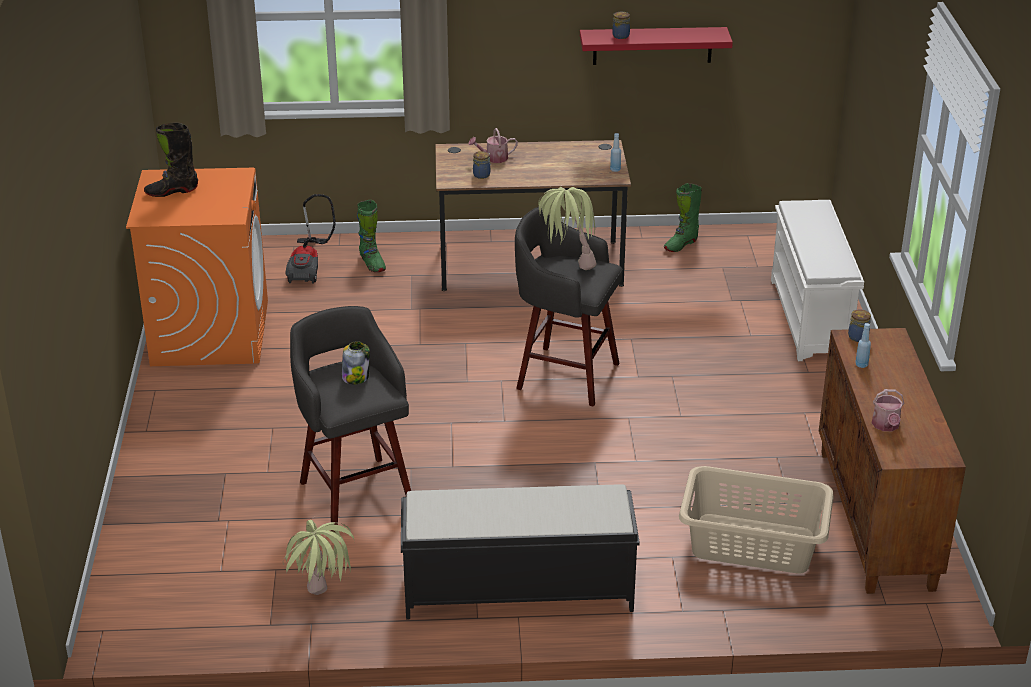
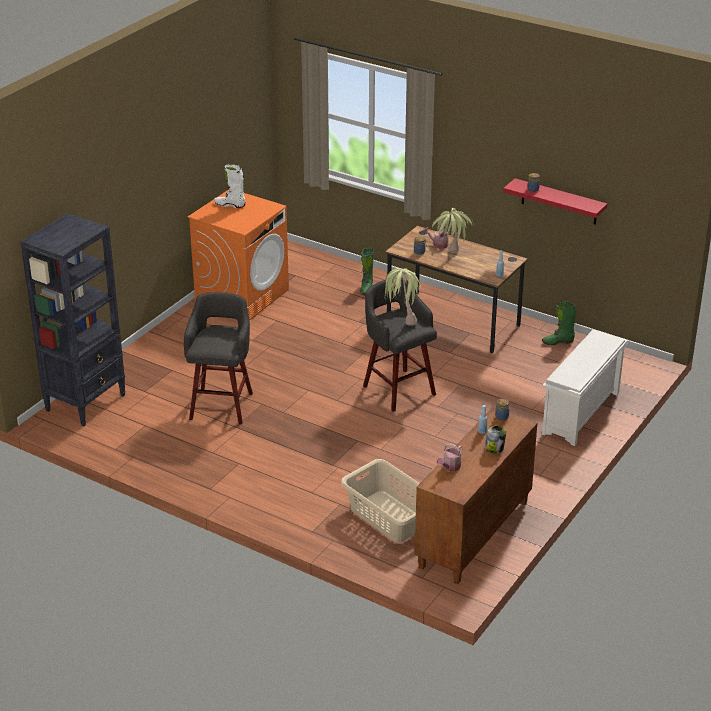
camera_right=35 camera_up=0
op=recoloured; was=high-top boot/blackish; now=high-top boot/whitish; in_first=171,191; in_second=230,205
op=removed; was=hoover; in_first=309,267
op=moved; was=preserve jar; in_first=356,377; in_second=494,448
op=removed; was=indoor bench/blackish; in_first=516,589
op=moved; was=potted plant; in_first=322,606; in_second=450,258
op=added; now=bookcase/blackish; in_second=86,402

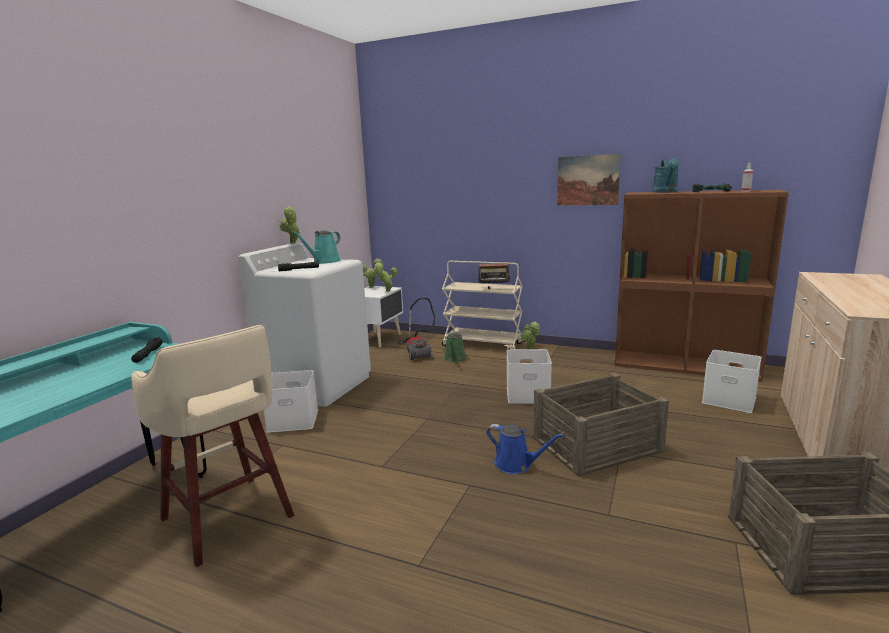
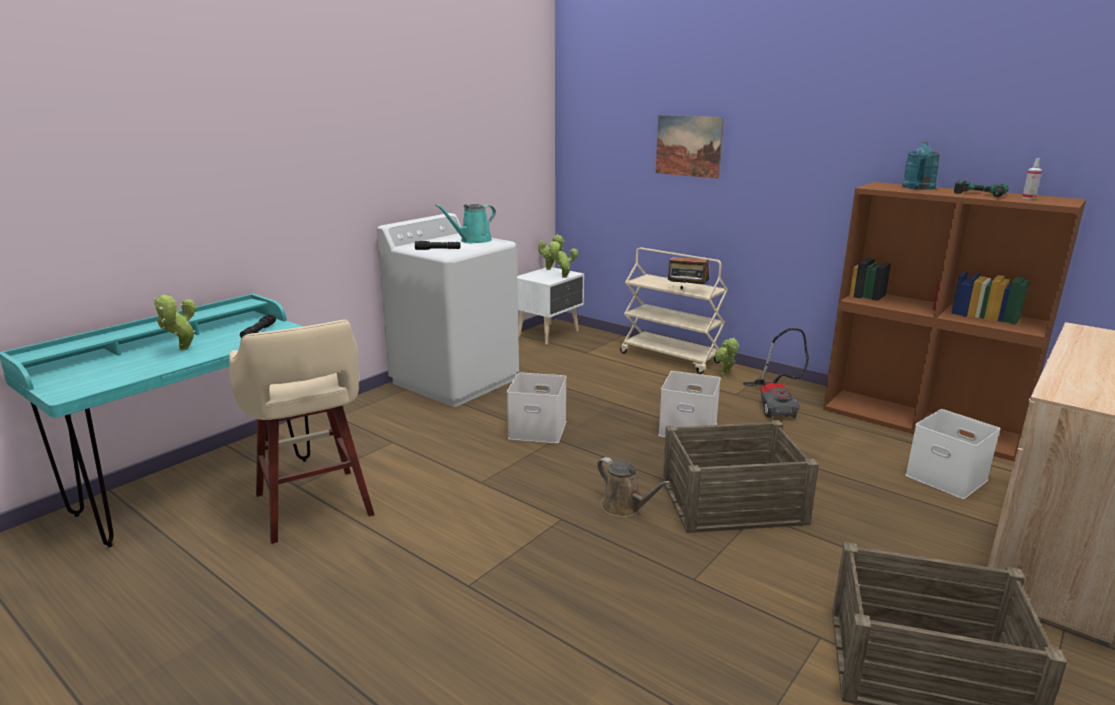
camera_right=15 camera_up=5
op=moved; was=picture; in_first=588,180; in_second=688,146
op=moved; was=potted plant; in_first=292,243; in_second=182,350
op=moved; was=hoover; in_first=418,352; in_second=775,404
op=removed; was=watering can/green-coloured; in_first=455,359
op=moved; was=storage bin/whitish; in_first=294,420; in_second=539,429
op=recoloured; was=watering can/blue-coloured; now=watering can/brown; in_first=516,465; in_second=624,507

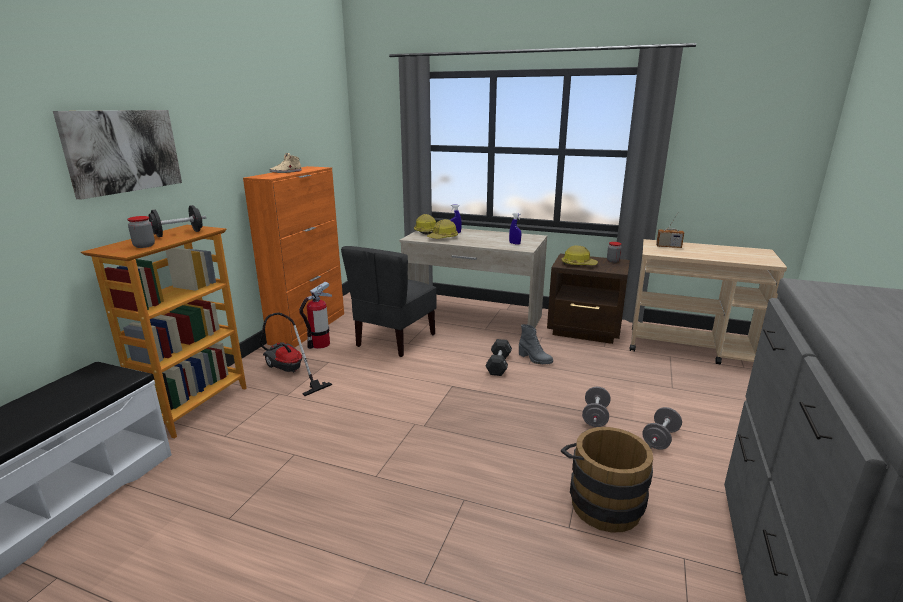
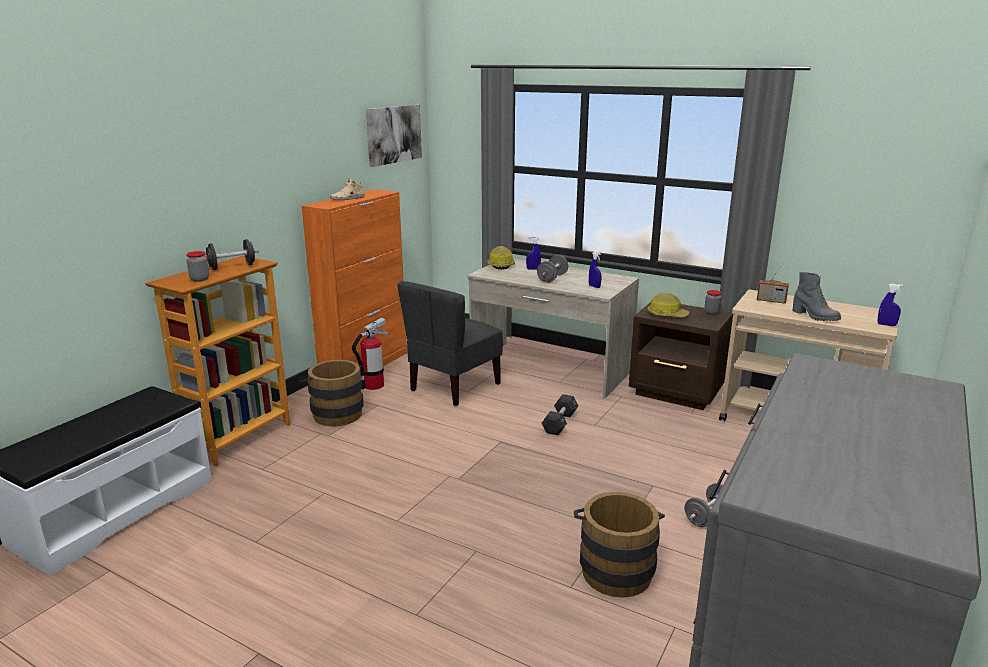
camera_right=10 camera_up=0
op=moved; was=picture; in_first=123,151; in_second=393,134
op=removed; was=safety helmet; in_first=443,238
op=replaced; was=hoover; now=pail/brown; in_first=289,372; in_second=335,413
op=moved; was=high-top boot/greyish; in_first=534,359; in_second=814,316
op=moved; was=free weight/greyish; in_first=595,417; in_second=552,278
op=added; now=hand sprayer/blue-coloured; in_second=886,325

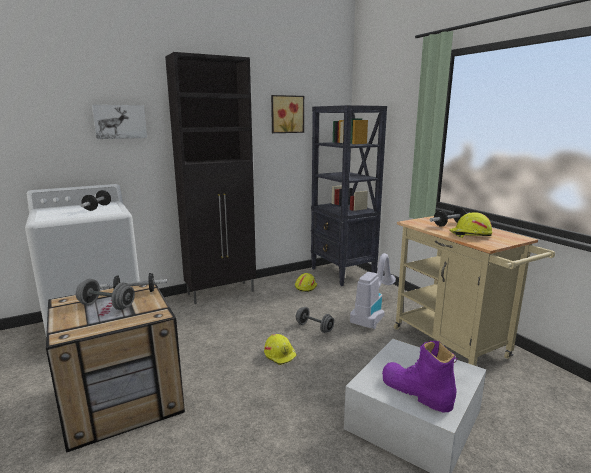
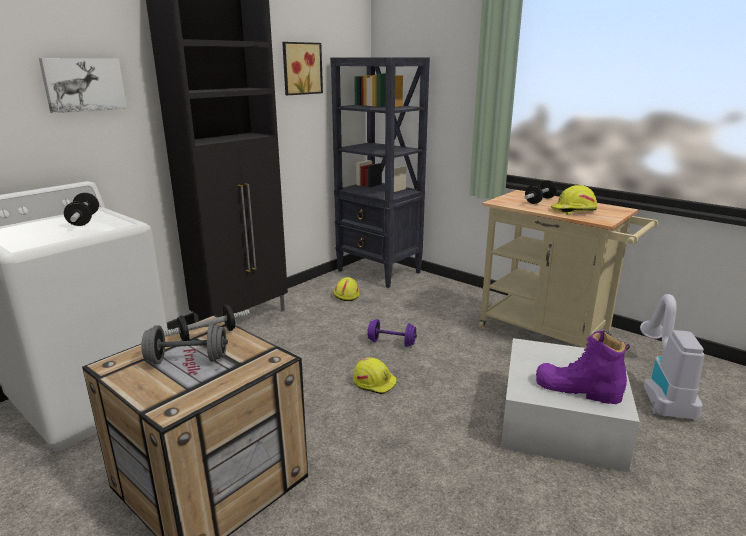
camera_right=-20 camera_up=5
op=moved; was=hoover; in_first=372,314; in_second=661,390
op=recoloured; was=free weight/greyish; now=free weight/purple-coloured; in_first=314,327; in_second=391,343

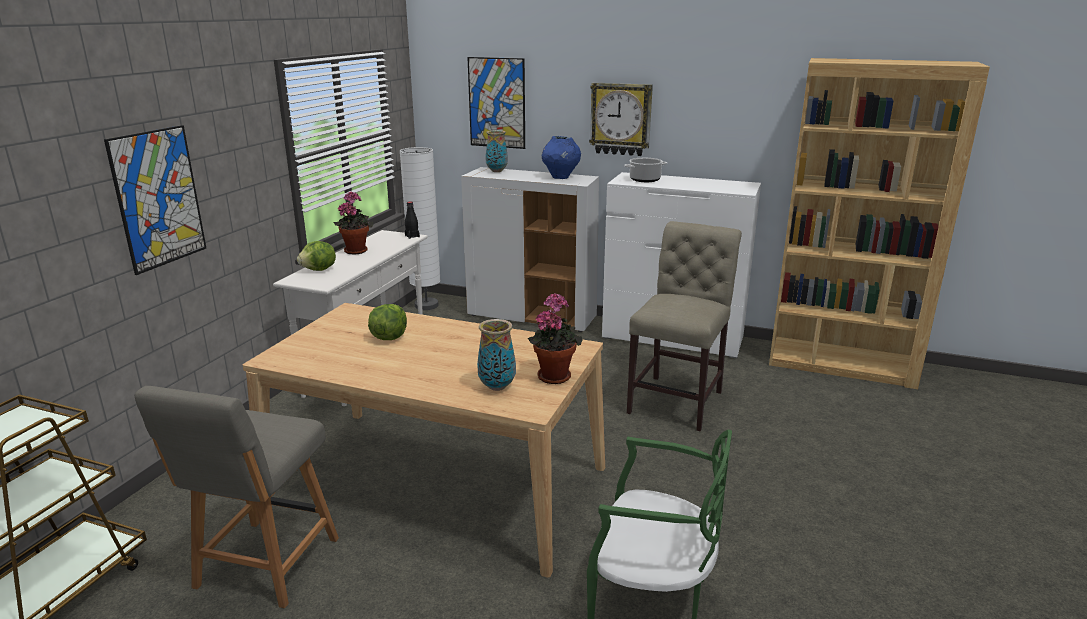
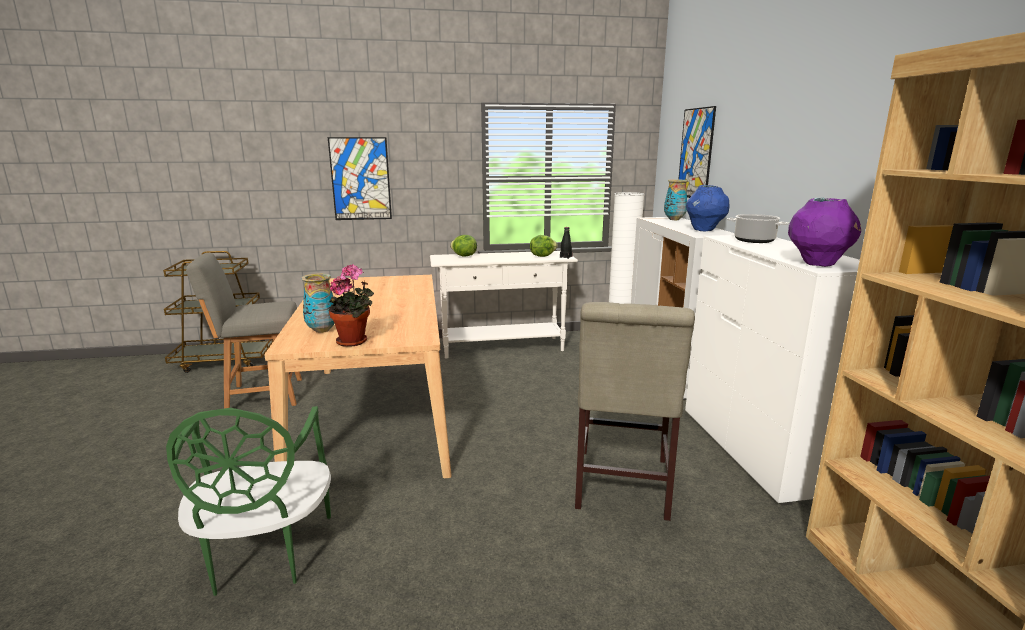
camera_right=60 camera_up=-5
op=removed; was=wall clock; in_first=621,119
op=removed; was=potted plant; in_first=356,250
op=turned; was=chair/beige; in_first=678,399; in_second=621,487; clockwise=105
op=moved; was=lettuce head; in_first=389,337; in_second=542,256
op=added; now=flower vase/purple-coloured; in_second=817,264

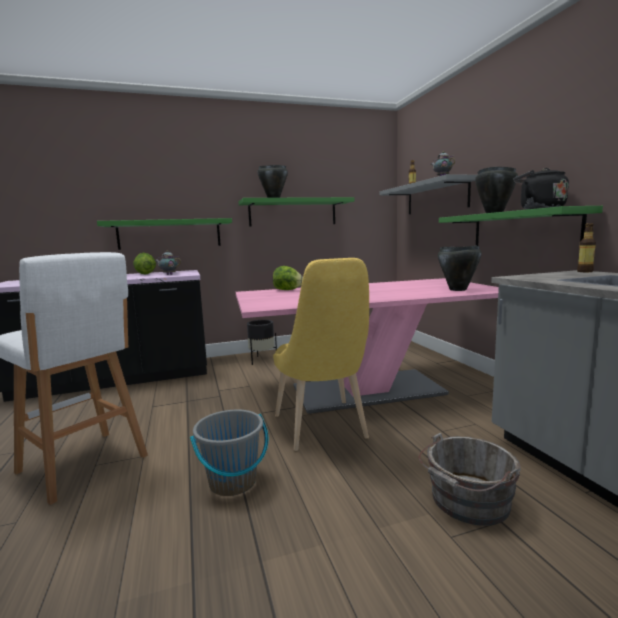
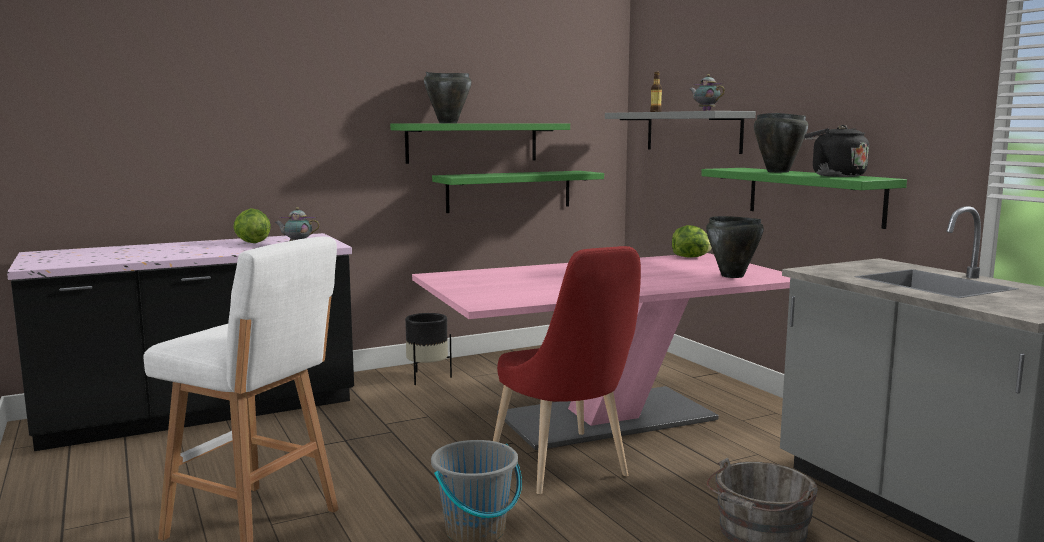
camera_right=-10 camera_up=0
op=moved; was=bracket shelf/green-coloured; in_first=170,234; in_second=509,191
op=removed; was=beverage bottle; in_first=585,271
op=recoloured; was=chair/yellow; now=chair/red-coloured; in_first=322,430; in_second=564,469
op=moved; was=lettuce head; in_first=287,290; in_second=691,257

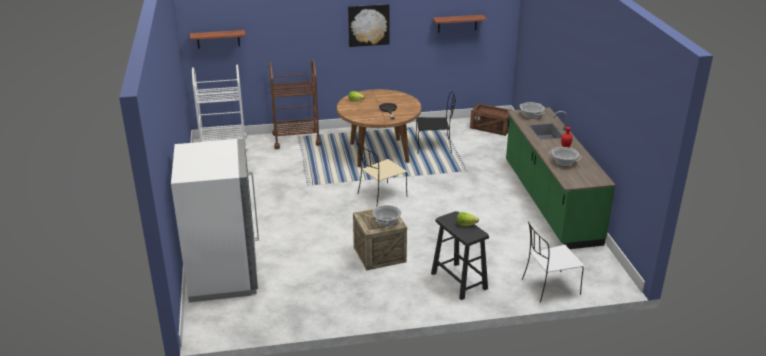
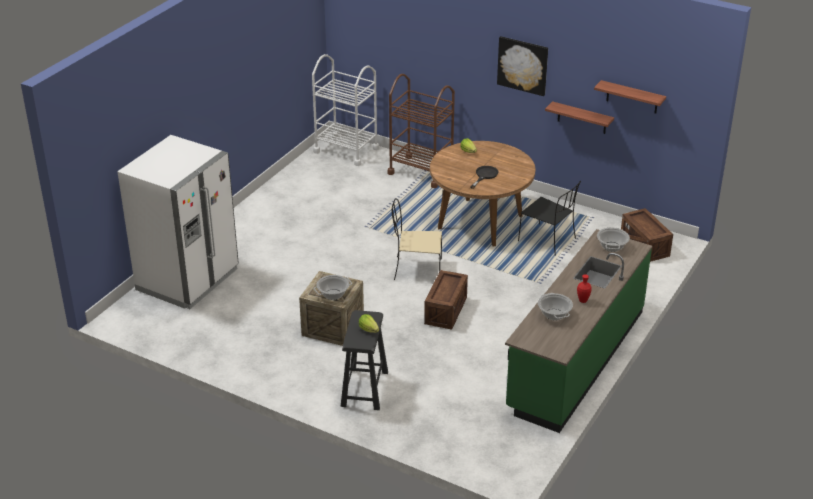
camera_right=40 camera_up=5
op=moved; was=bracket shelf; in_first=218,39; in_second=582,118
op=removed; was=chair/whitish; in_first=549,287
op=added; now=packing crate; in_second=446,311

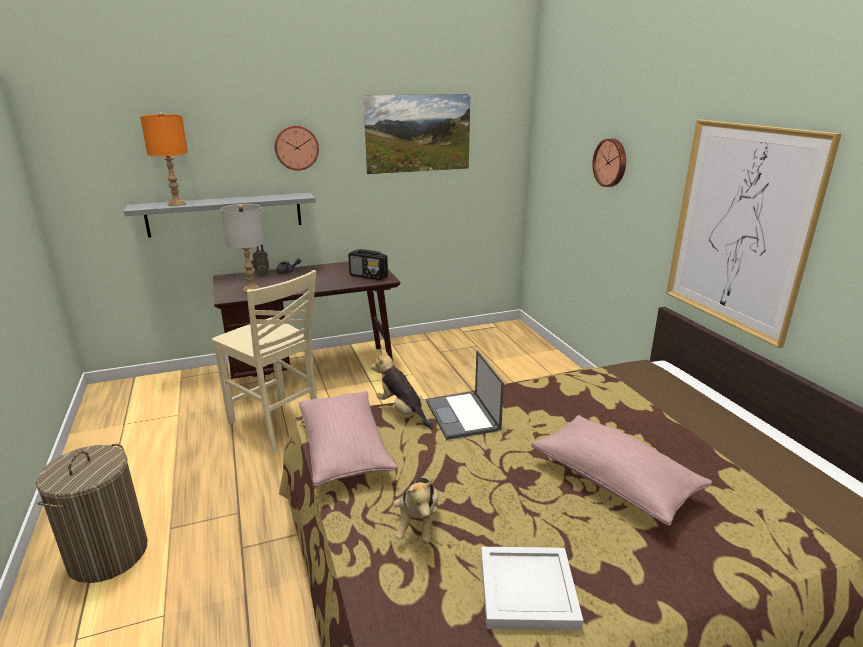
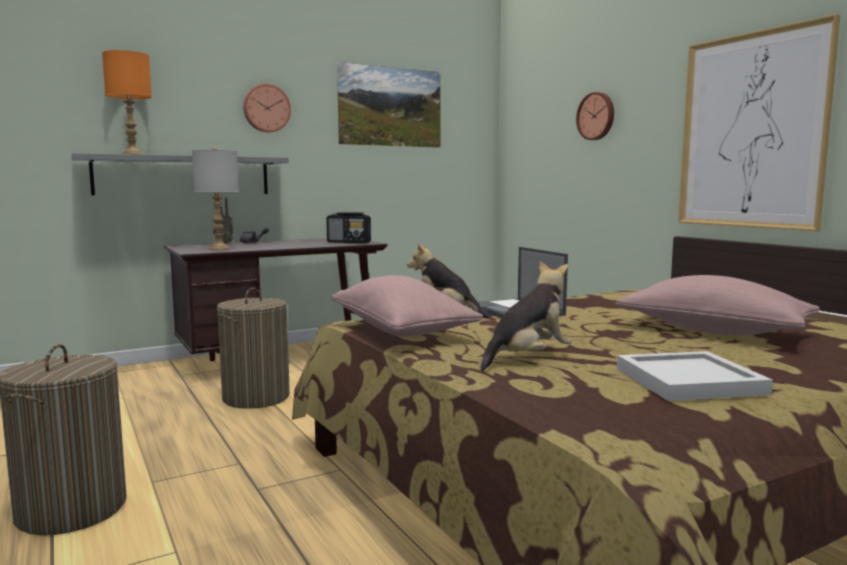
camera_right=-10 camera_up=-15
op=replaced; was=chair/beige; now=washing basket; in_first=277,424; in_second=256,397
op=turned; was=cuddly toy; in_first=418,523; in_second=527,358; clockwise=-120

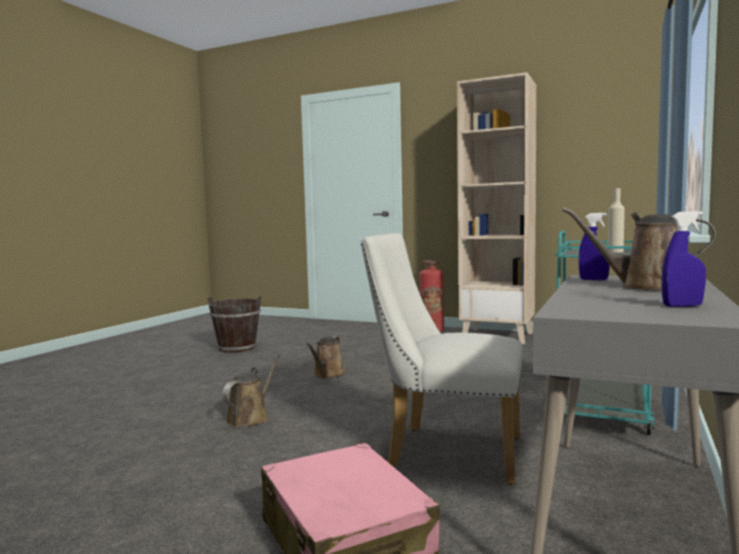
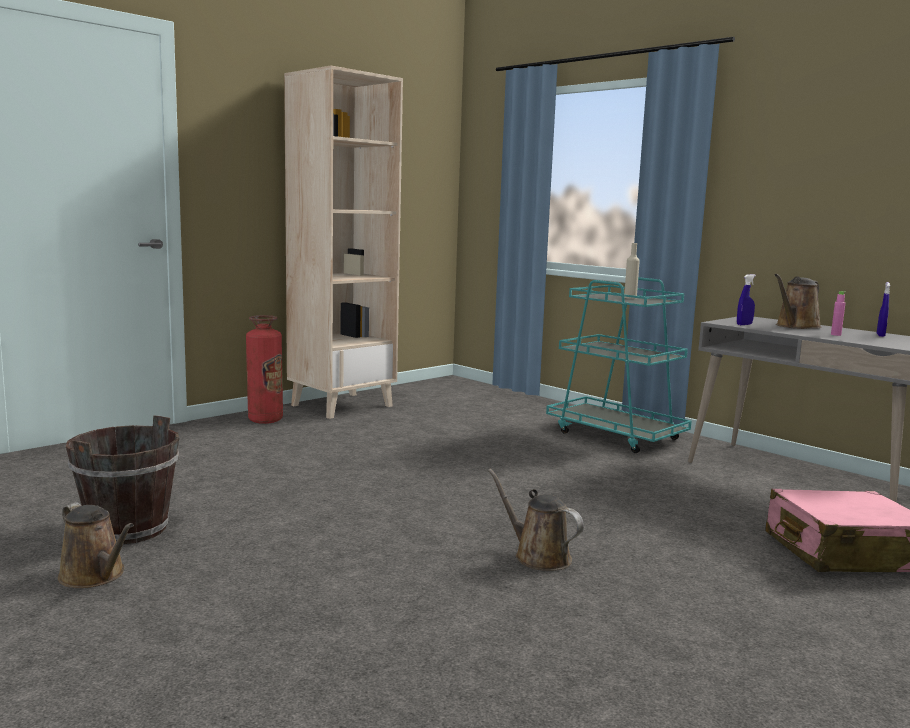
camera_right=-70 camera_up=5
op=removed; was=chair/whitish; in_first=445,451
op=moved; was=watering can/brown; in_first=327,375; in_second=95,576
op=added; now=beverage bottle/pink-coloured; in_second=836,335

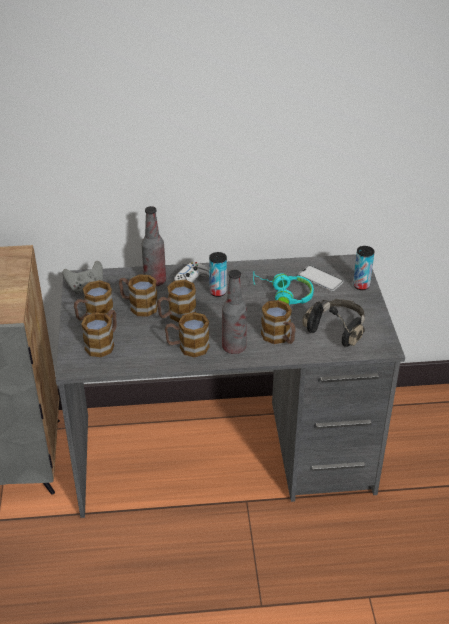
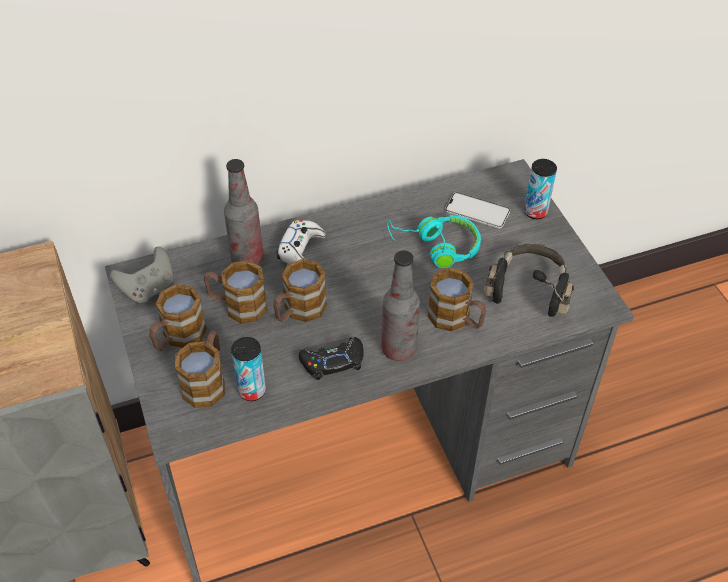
camera_right=-15 camera_up=10
op=moved; was=can; in_first=218,292; in_second=252,391
op=replaced; was=coffee mug; now=joypad/blackish; in_first=187,347; in_second=333,362

